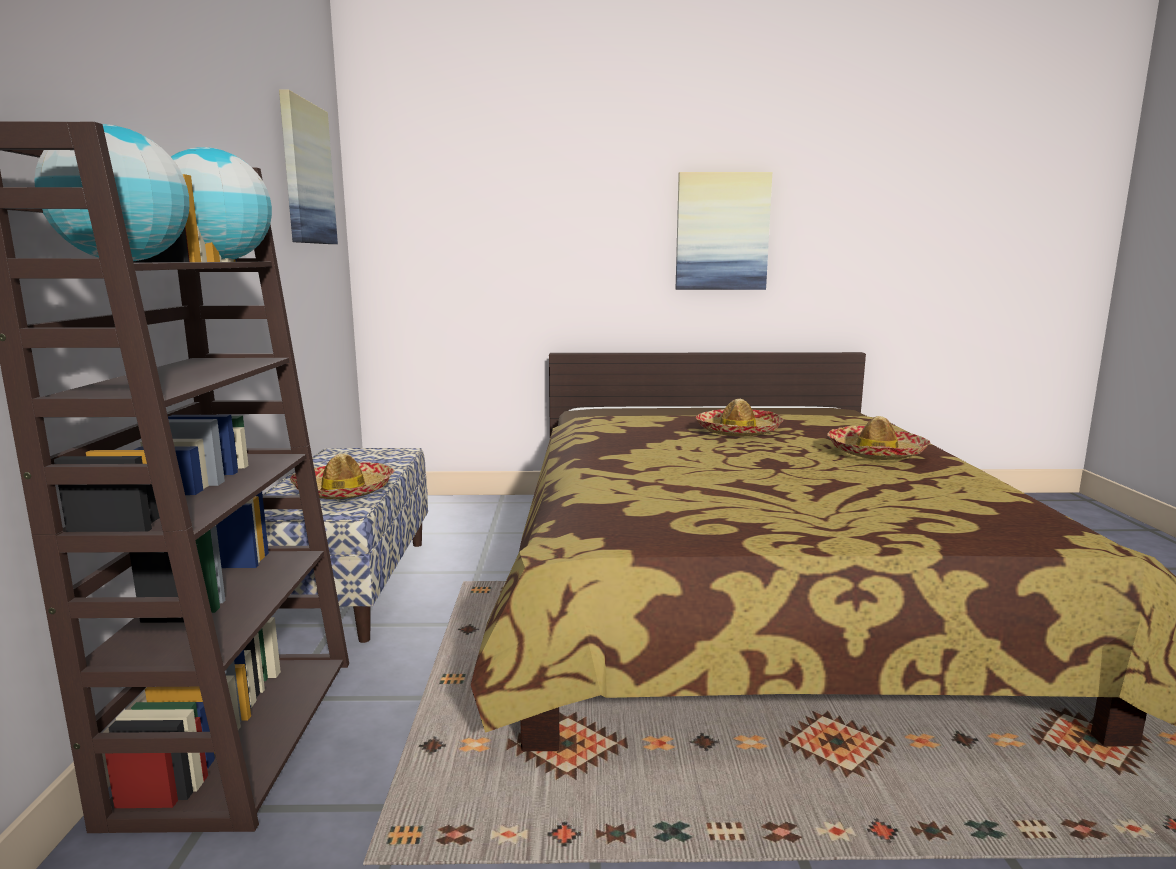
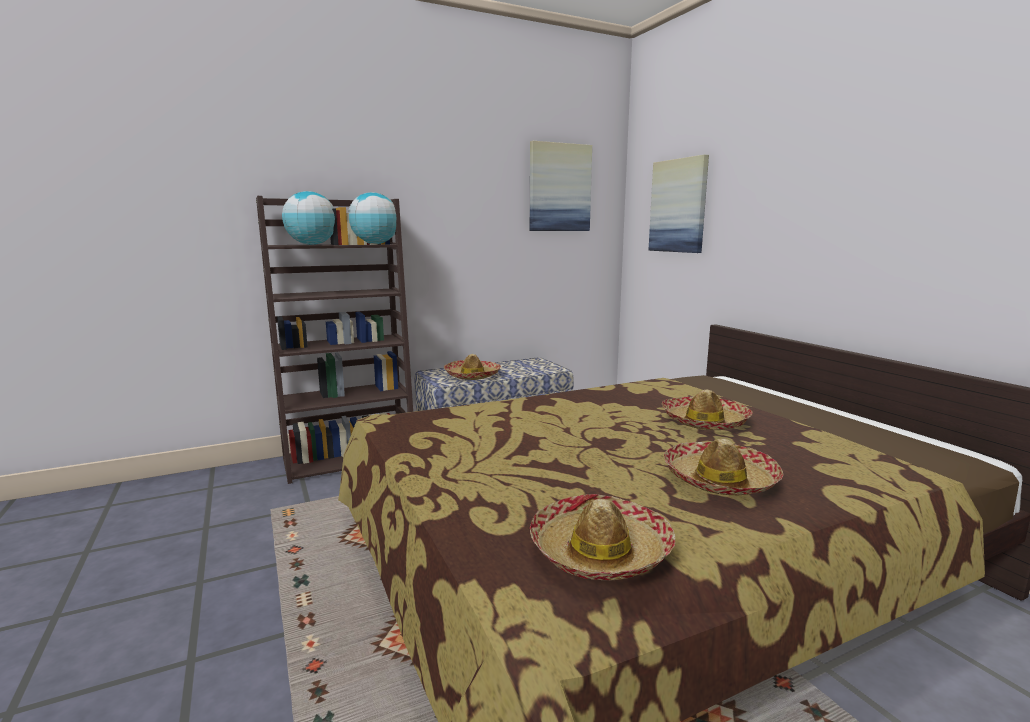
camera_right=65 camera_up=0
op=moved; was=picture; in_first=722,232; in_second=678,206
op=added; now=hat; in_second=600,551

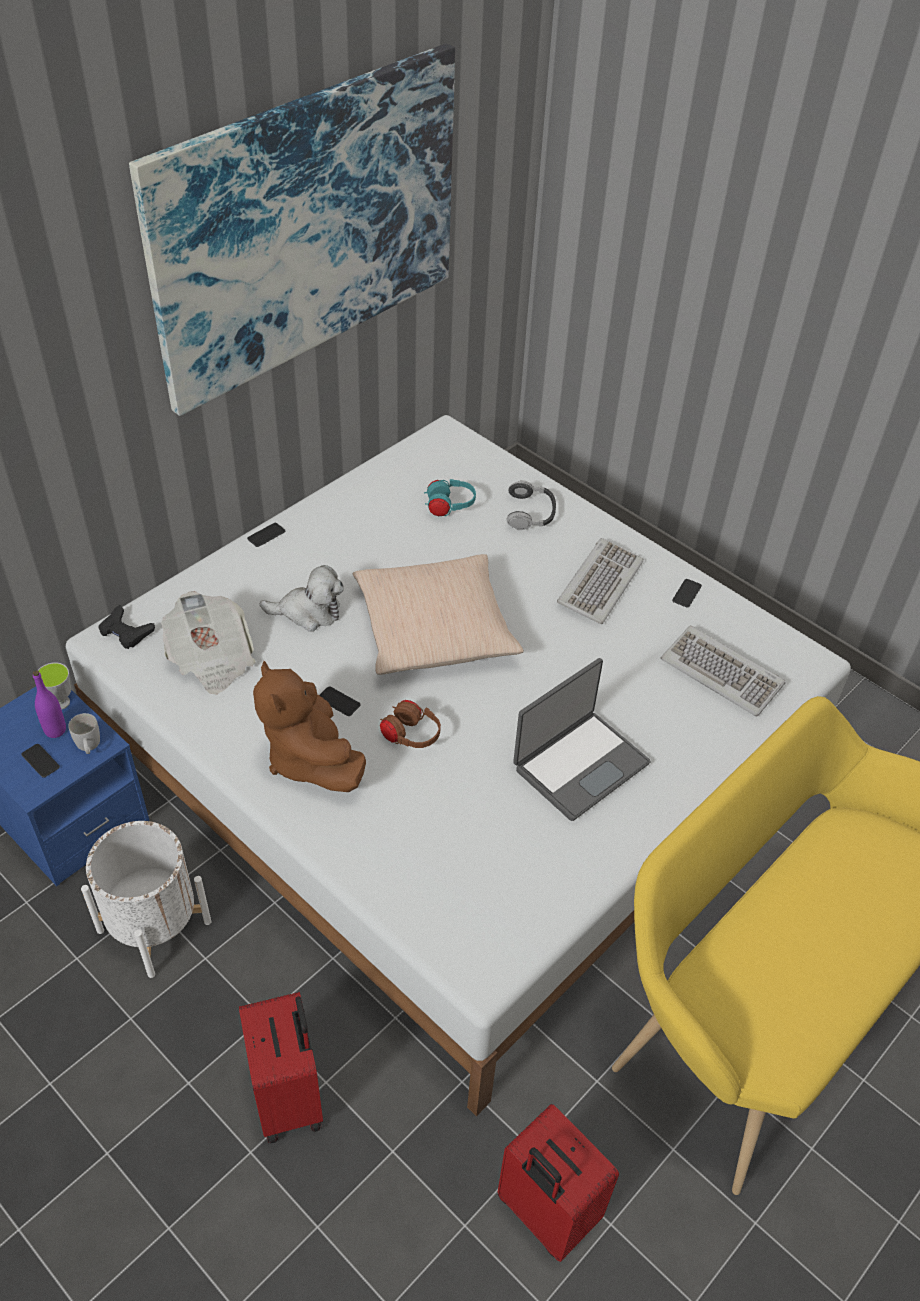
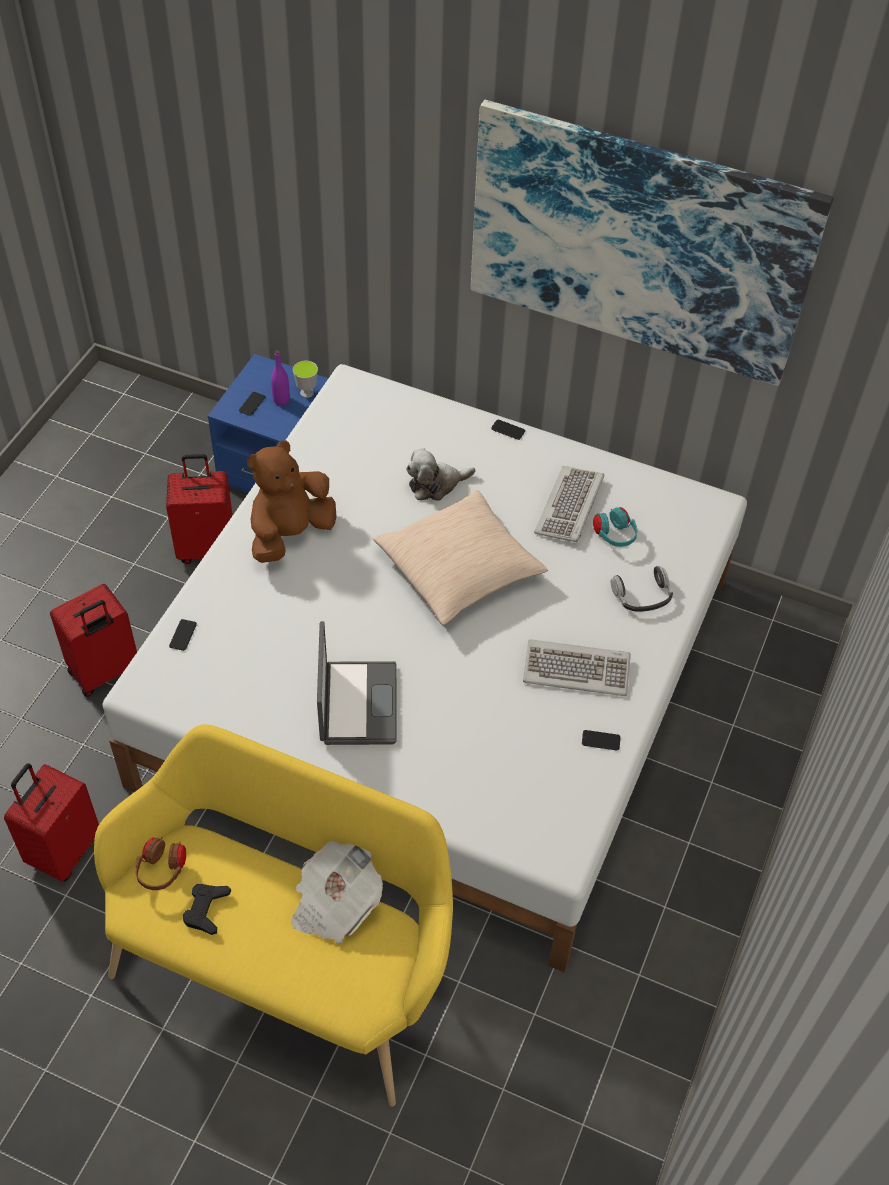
camera_right=70 camera_up=5
op=turned; was=cuddly toy; in_first=308,612; in_second=436,484; clockwise=90
op=moved; was=newspaper; in_first=211,659; in_second=334,904
op=moved; was=joypad/blackish; in_first=125,631; in_second=206,909
op=moved; was=computer keyboard; in_first=722,673; in_second=570,507
op=turned; was=portable computer; in_first=579,764; in_second=356,704; clockwise=-120
op=moved; was=phone; in_first=339,702; in_second=183,635
op=moved; was=headset/brown; in_first=411,736; in_second=162,870
op=removed; was=coffee mug/whitish; in_first=88,746
op=replaced; was=plant pot/whitish; now=suitcase/red-coloured; in_first=154,926; in_second=207,548

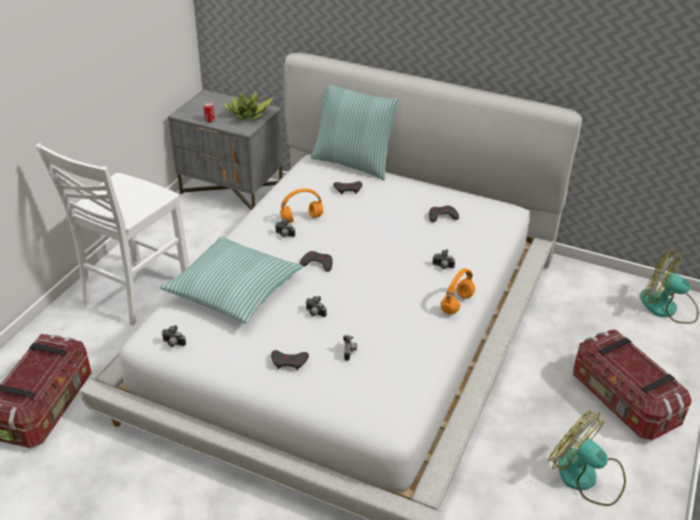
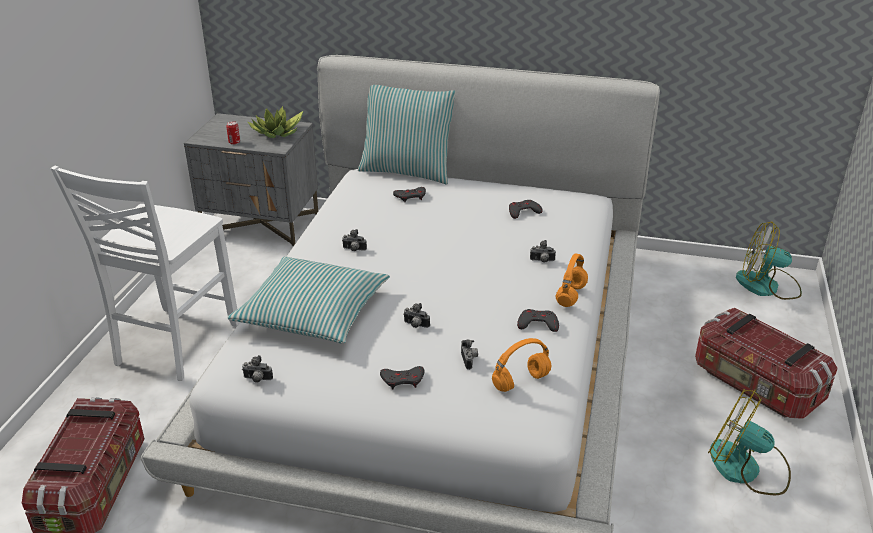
camera_right=-10 camera_up=-5
op=moved; was=headset/orangey; in_first=302,218; in_second=521,381
op=moved; was=joypad/greyish; in_first=317,264; in_second=537,324

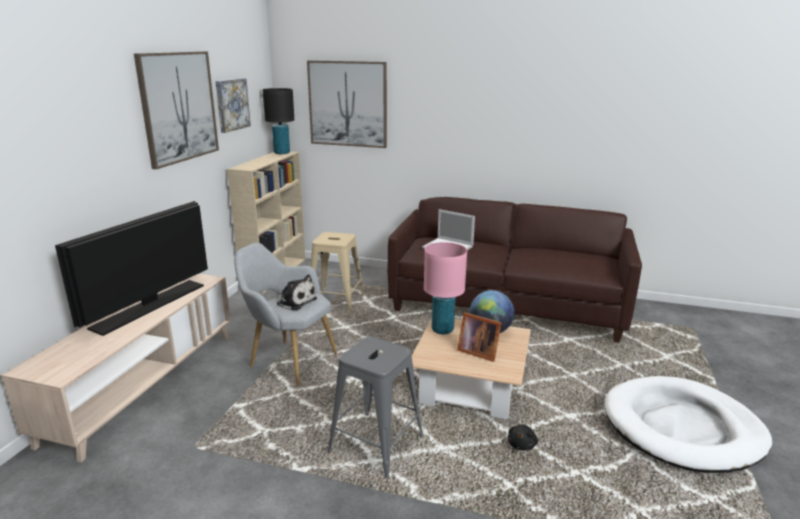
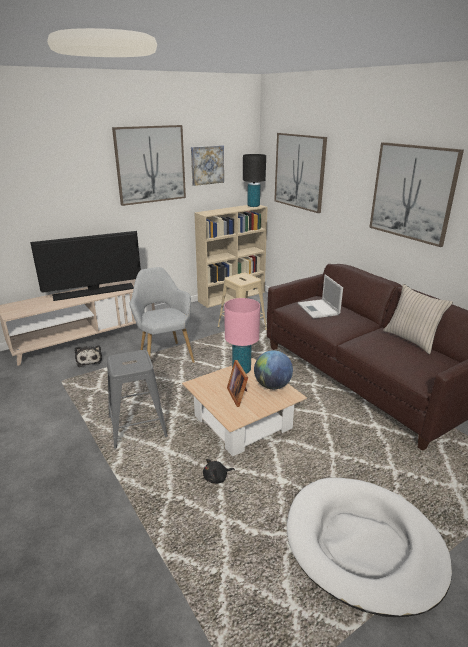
camera_right=40 camera_up=5
op=moved; was=cuddly toy; in_first=295,301; in_second=89,360
op=added; now=picture; in_second=412,192
op=added; now=cushion/beige; in_second=411,340

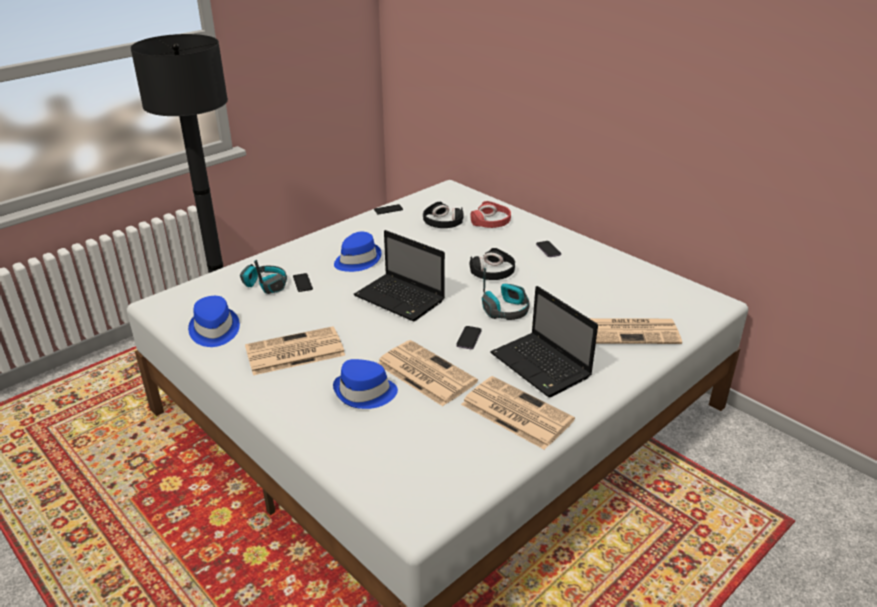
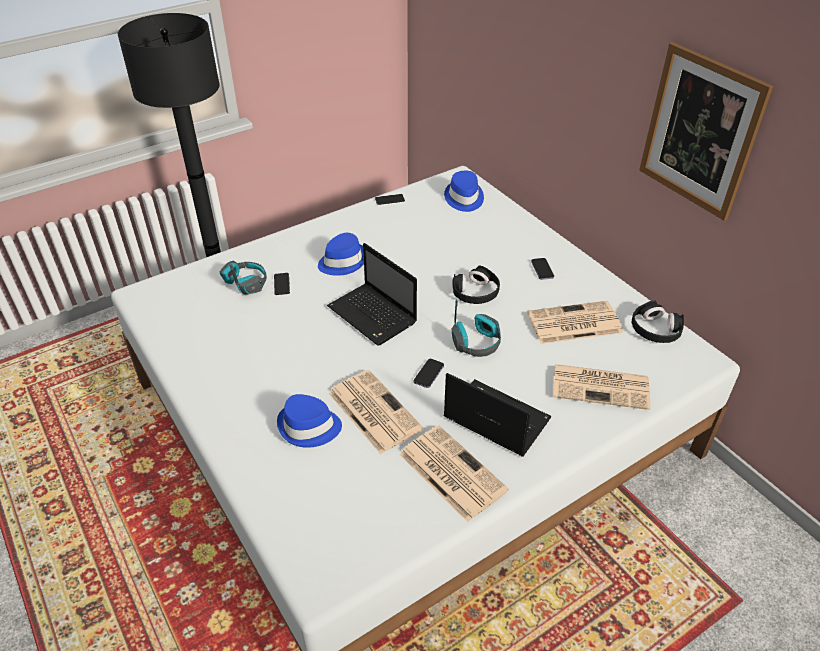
camera_right=10 camera_up=10
op=removed; was=headset/red-coloured; in_first=491,222
op=moved; was=headset/blackish; in_first=443,222; in_second=655,329
op=turned; was=portable computer; in_first=542,366; in_second=494,419; clockwise=150
op=moved; was=hat/blue-coloured; in_first=214,330; in_second=464,198
op=moved; was=newspaper; in_first=293,352; in_second=573,323
op=added; now=picture; in_second=700,132

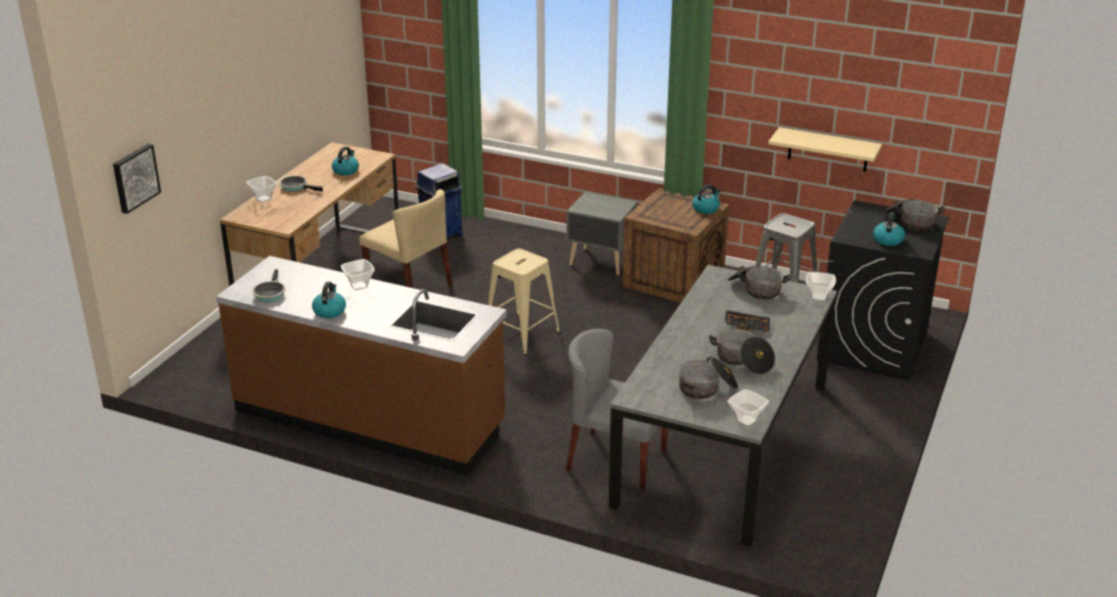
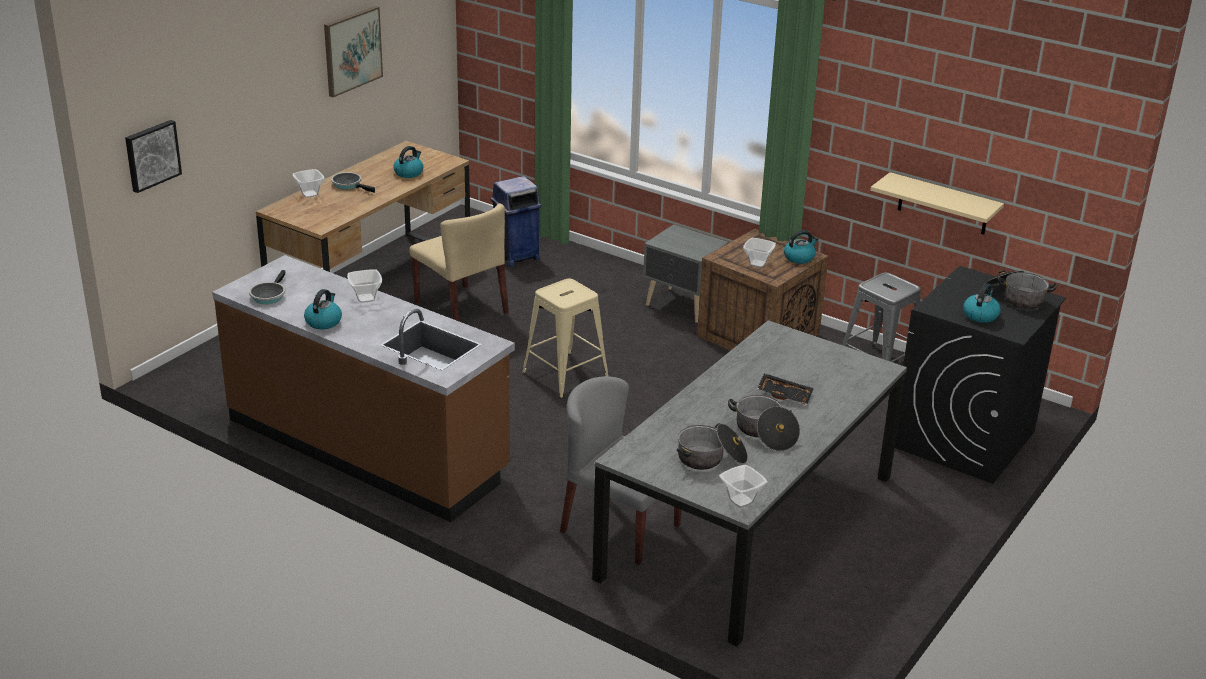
camera_right=10 camera_up=0
op=removed; was=saucepot; in_first=755,289
op=moved; was=bowl; in_first=819,298; in_second=758,264
op=added; now=picture; in_second=352,50

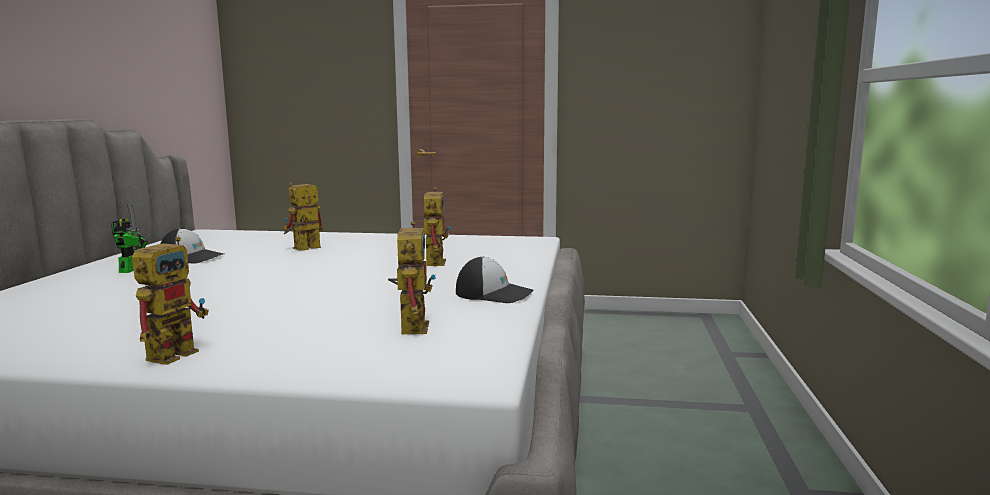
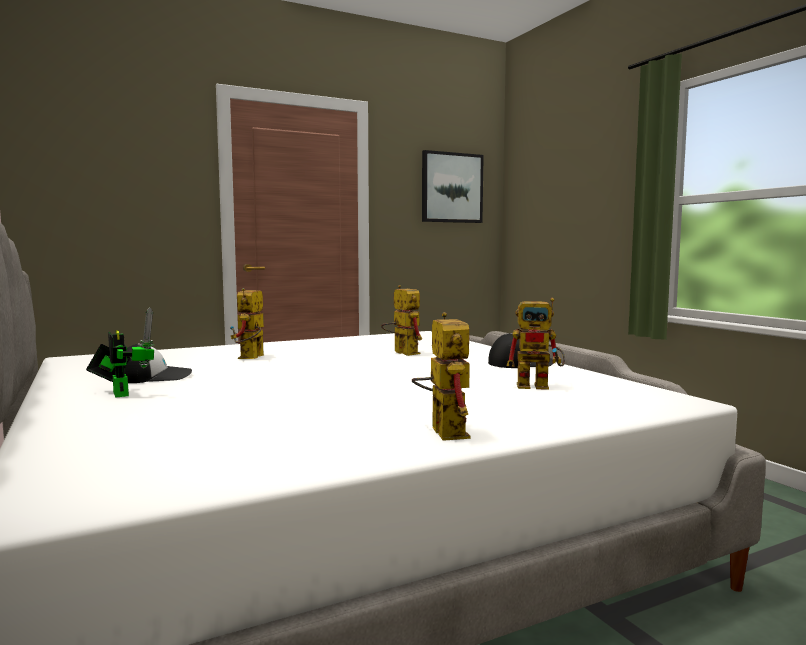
camera_right=-35 camera_up=-5
op=turned; was=toy robot; in_first=411,325; in_second=540,386; clockwise=135
op=added; now=picture; in_second=451,188

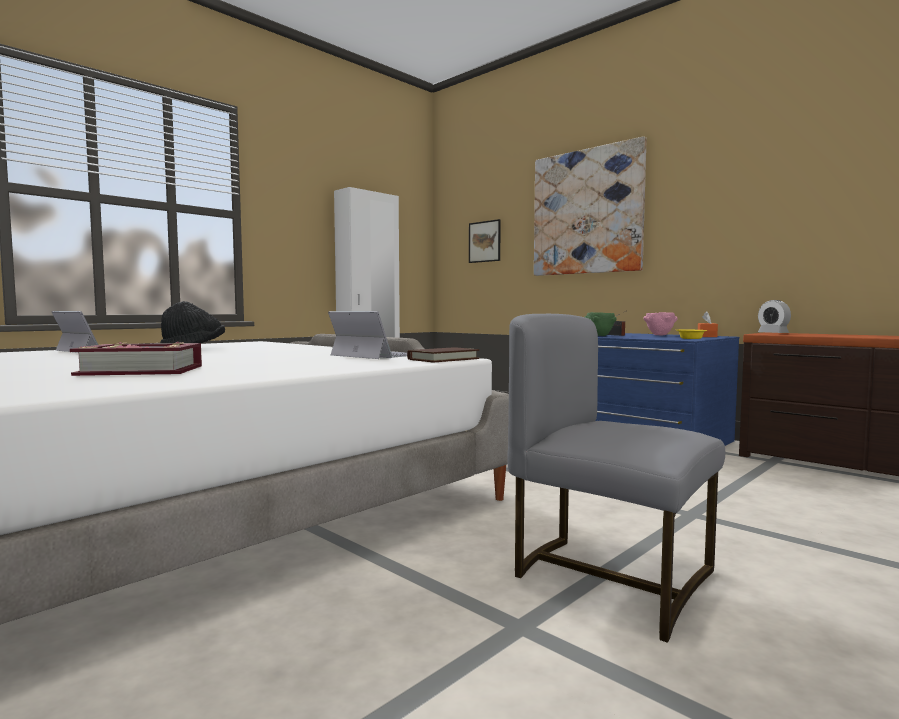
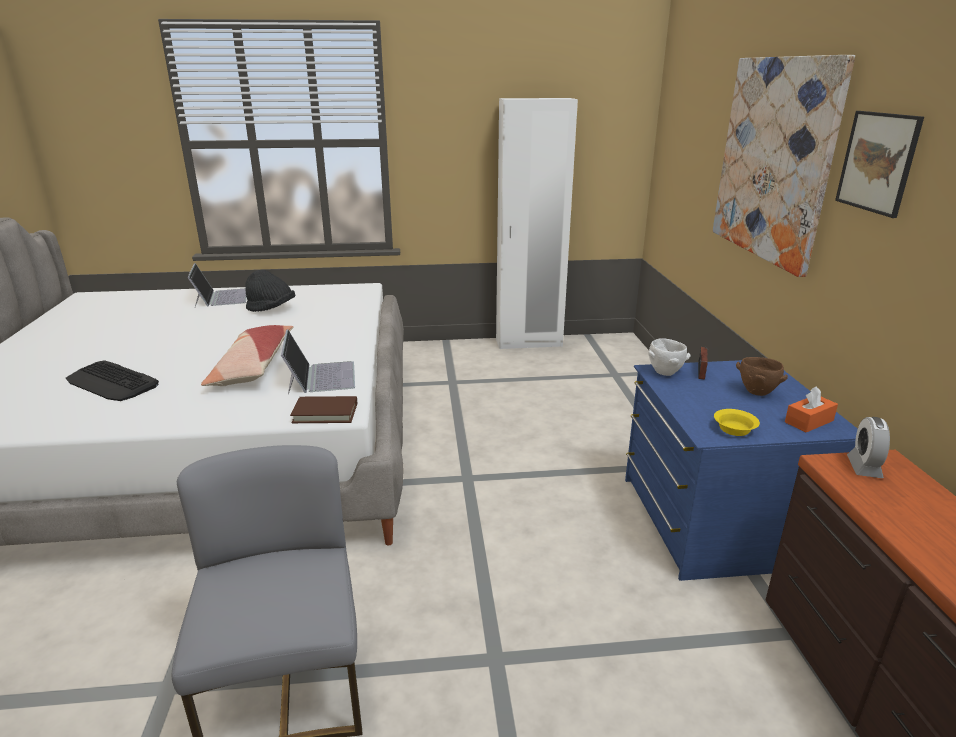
camera_right=40 camera_up=20
op=moved; was=picture; in_first=484,241; in_second=877,162
op=recoloured; was=bowl/green-coloured; now=bowl/whitish; in_first=600,336; in_second=665,373
op=recoloured; was=bowl/pink-coloured; now=bowl/brown; in_first=660,335; in_second=758,393
op=replaced; was=book; now=computer keyboard; in_first=142,371; in_second=112,382
op=added; now=cushion; in_second=252,367

